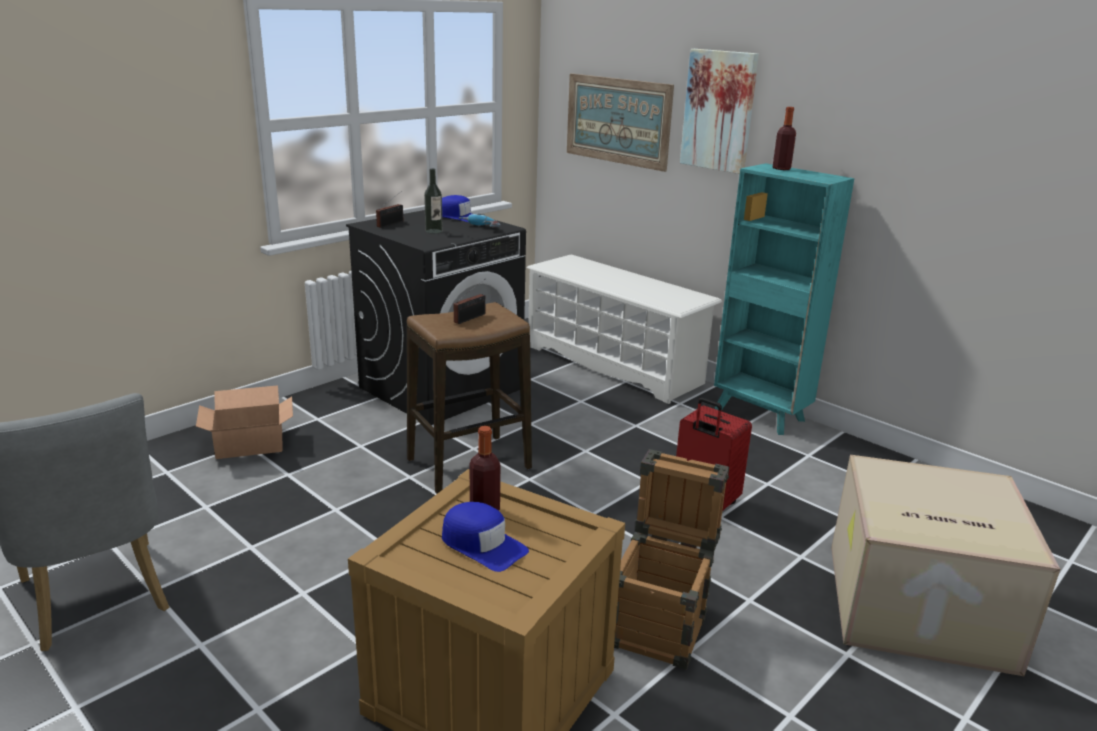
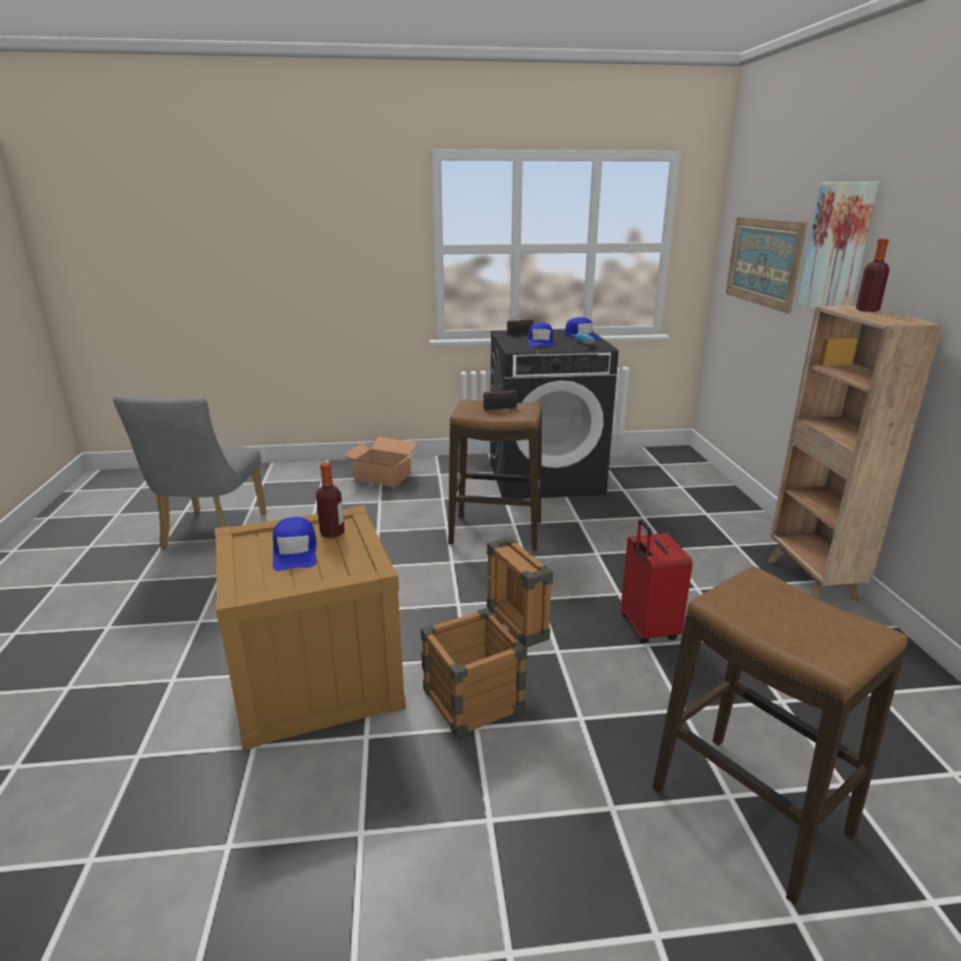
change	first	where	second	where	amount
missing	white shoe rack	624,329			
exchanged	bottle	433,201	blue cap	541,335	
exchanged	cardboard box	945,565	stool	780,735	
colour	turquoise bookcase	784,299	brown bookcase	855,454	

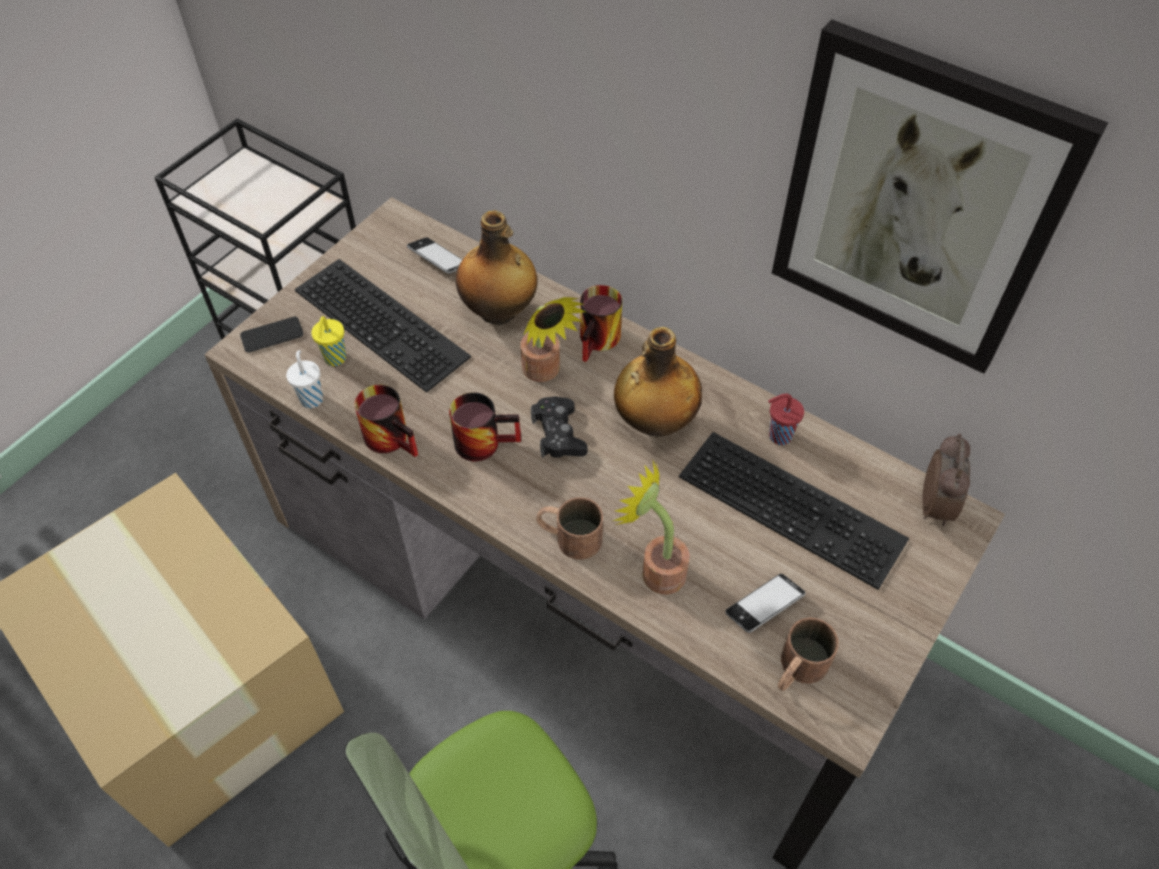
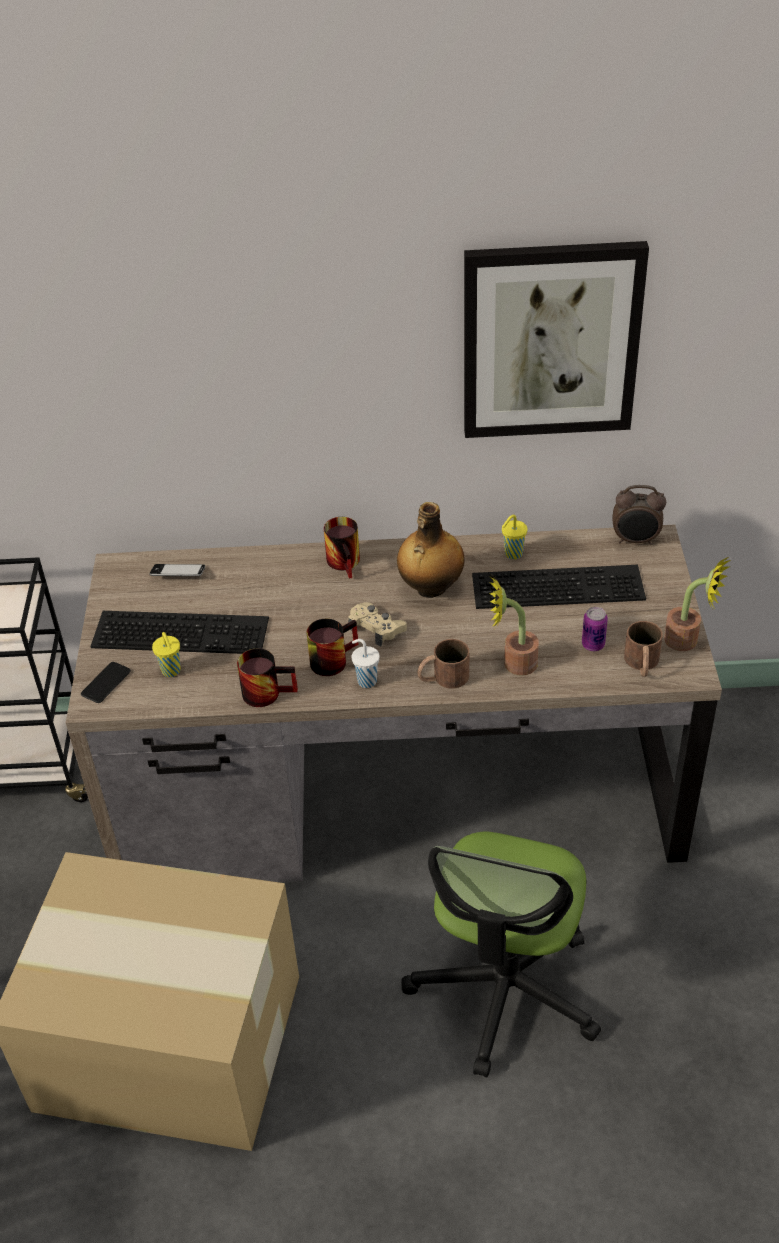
change	first	where	second	where	amount
missing	bottle	496,267			
relocated	white cup	304,379		365,663	
relocated	potted plant	553,339		697,604	
exchanged	phone	765,603	can	595,629	
colour	black game controller	559,427	beige game controller	377,624	
colour	red cup	786,419	yellow cup	515,537	
spun	alarm clock	946,480		639,515	120 degrees clockwise

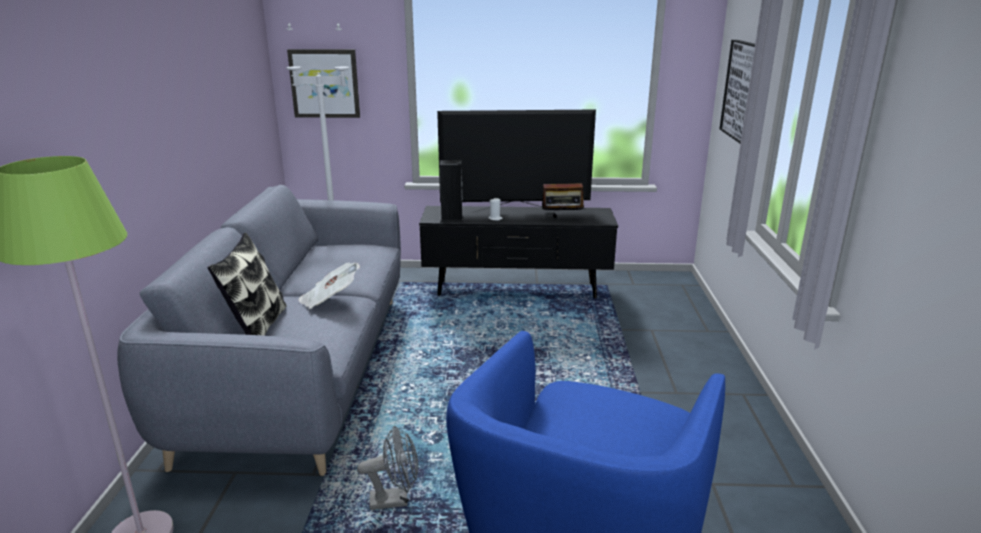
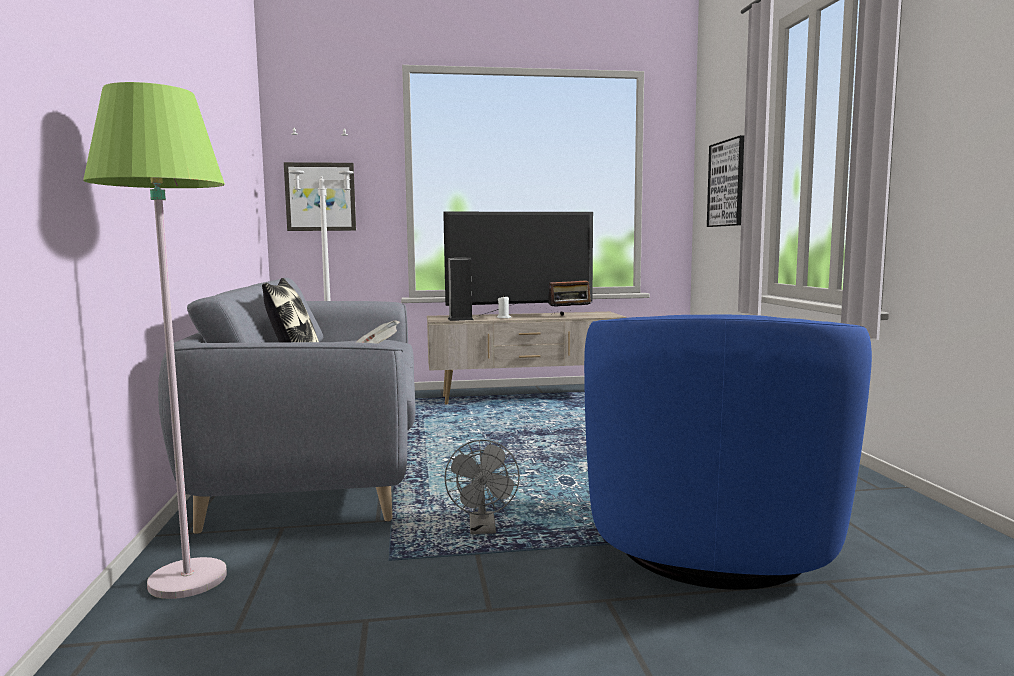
change	first	where	second	where	amount
colour	black tv stand	518,252	beige tv stand	527,358	
spun	grey fan	387,468		482,486	105 degrees clockwise

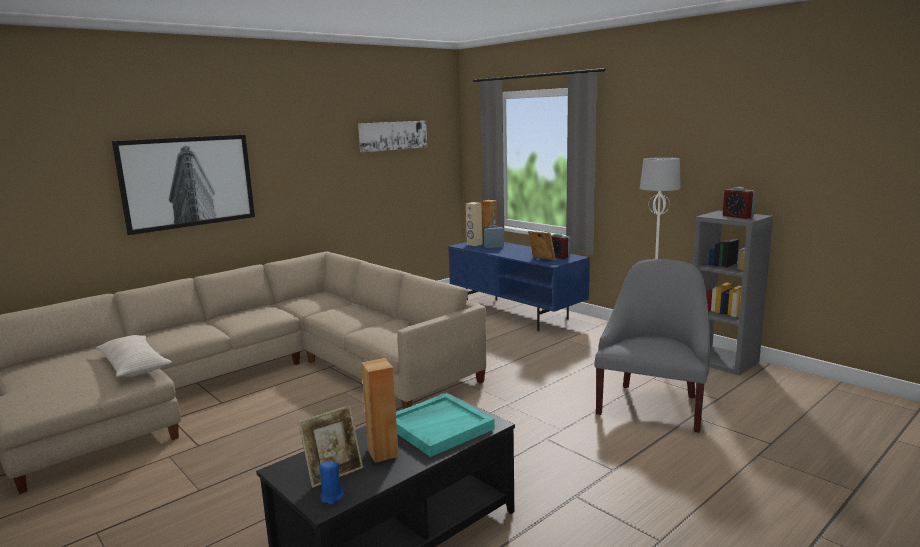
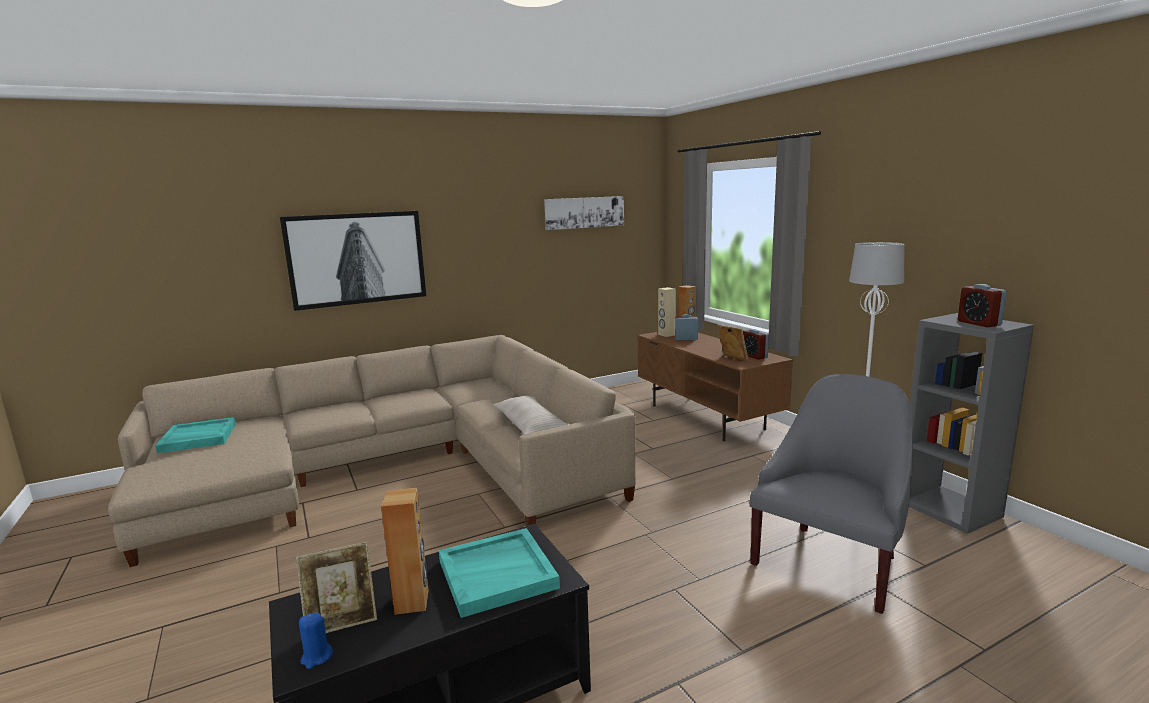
change	first	where	second	where	amount
appeared			turquoise tray	195,435	
relocated	beige pillow	134,356		531,415	
colour	blue tv stand	519,285	brown tv stand	715,386	

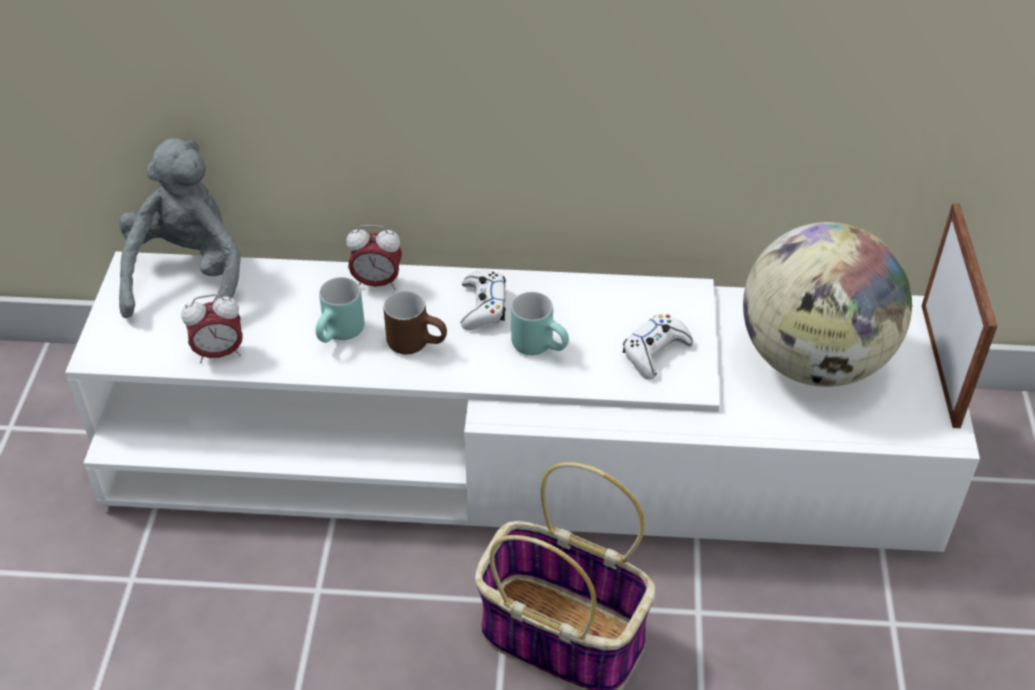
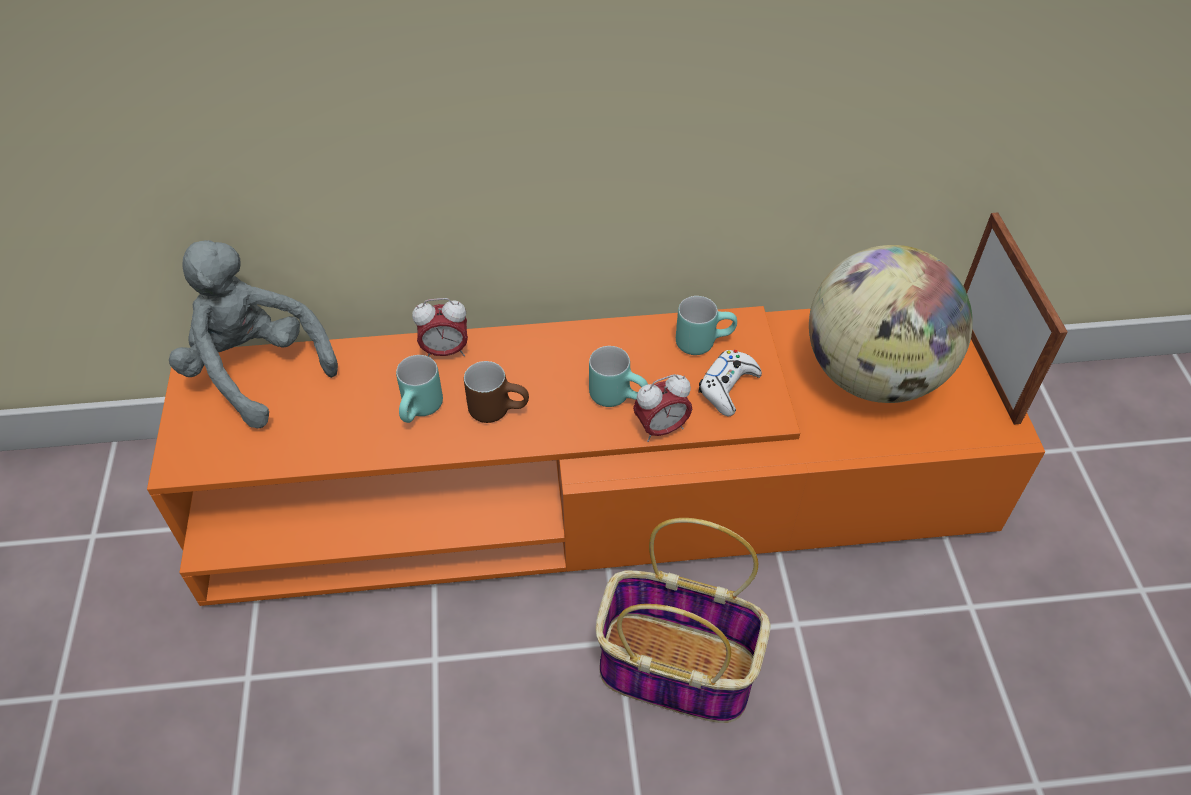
change	first	where	second	where	amount
missing	white game controller	483,300			
appeared			turquoise mug	706,325	
relocated	alarm clock	212,328		662,408	
colour	white tv stand	522,401	orange tv stand	596,456	
spun	grey plush toy	180,228		253,334	45 degrees counterclockwise

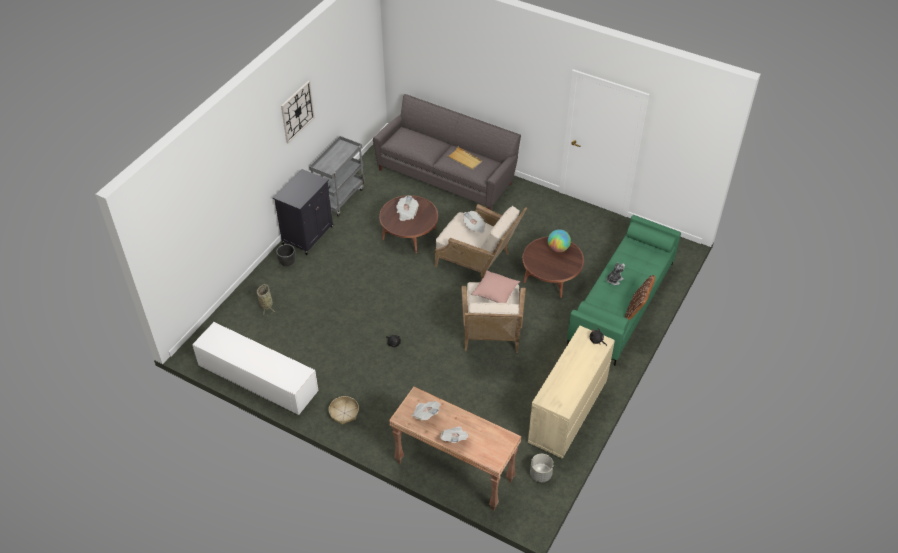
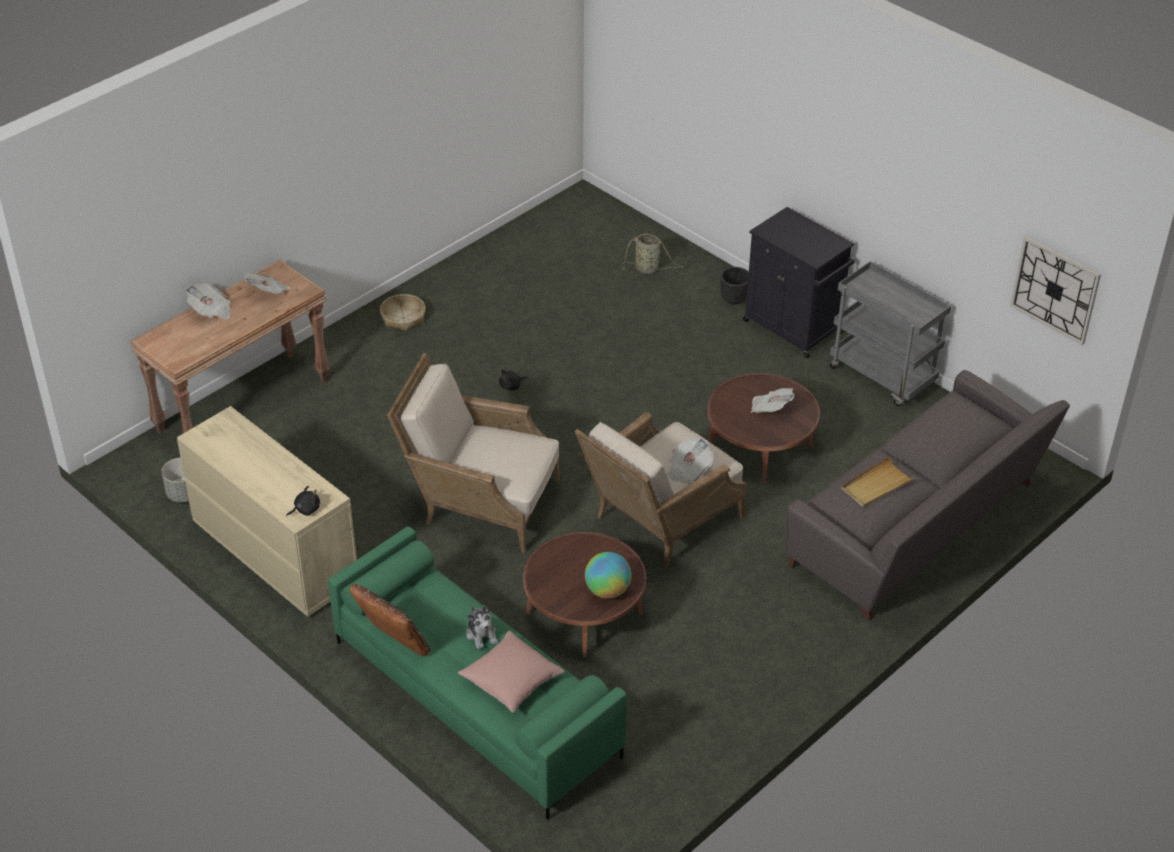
change	first	where	second	where	amount
missing	white tv stand	255,368			
relocated	wall clock	298,111		1055,290	
relocated	pink pillow	495,287		511,671	

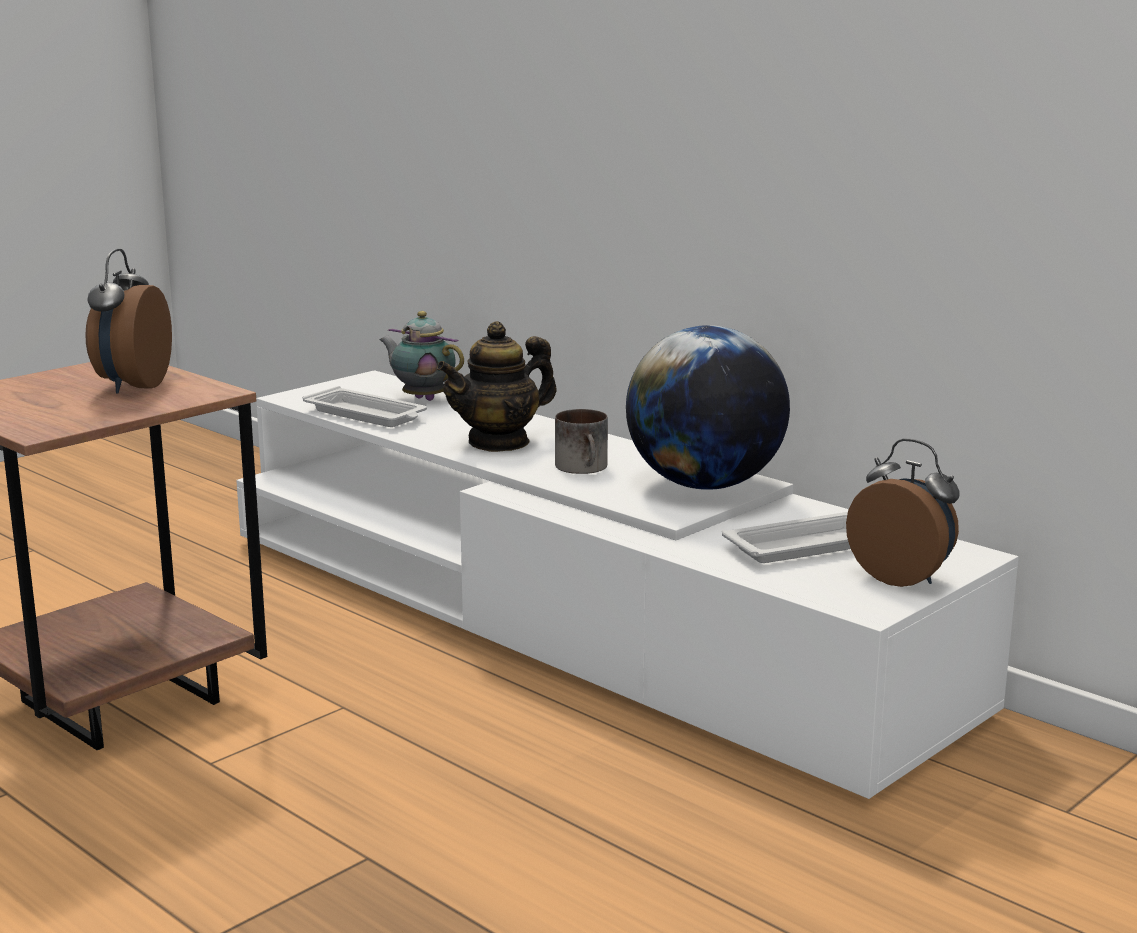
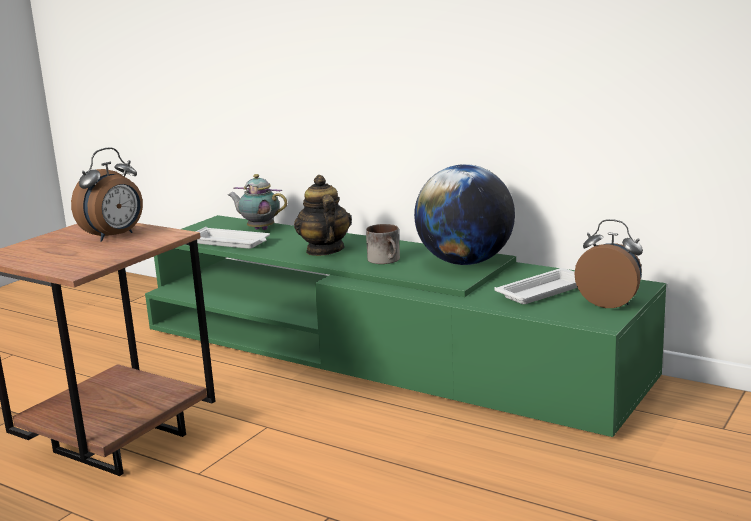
change	first	where	second	where	amount
colour	white tv stand	627,584	green tv stand	405,326	
spun	alarm clock	128,321		107,195	135 degrees counterclockwise
spun	teapot	497,386		323,215	120 degrees clockwise

